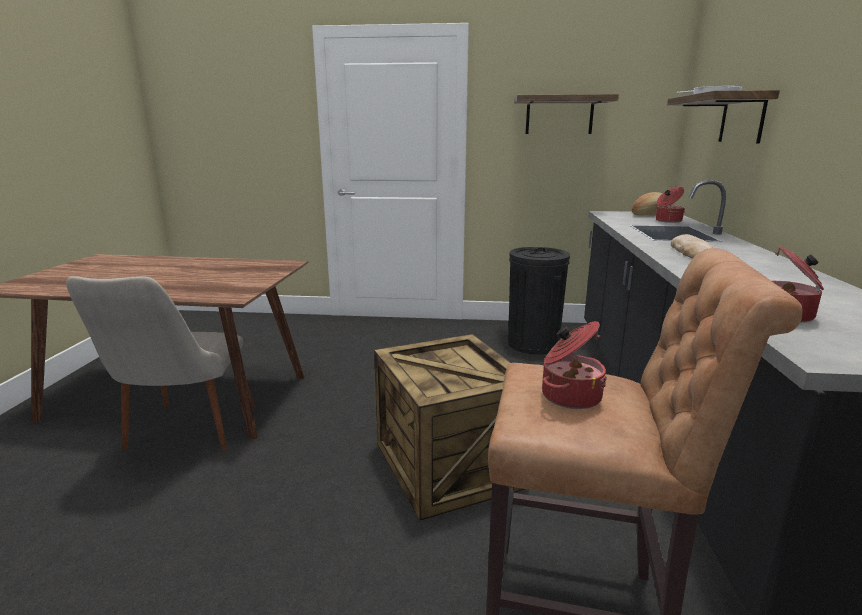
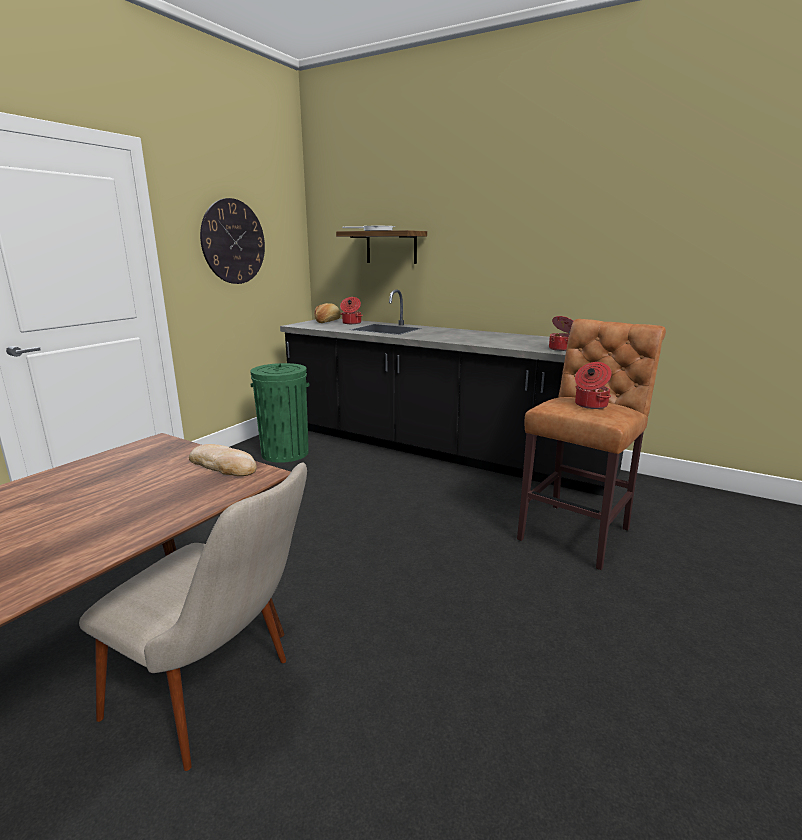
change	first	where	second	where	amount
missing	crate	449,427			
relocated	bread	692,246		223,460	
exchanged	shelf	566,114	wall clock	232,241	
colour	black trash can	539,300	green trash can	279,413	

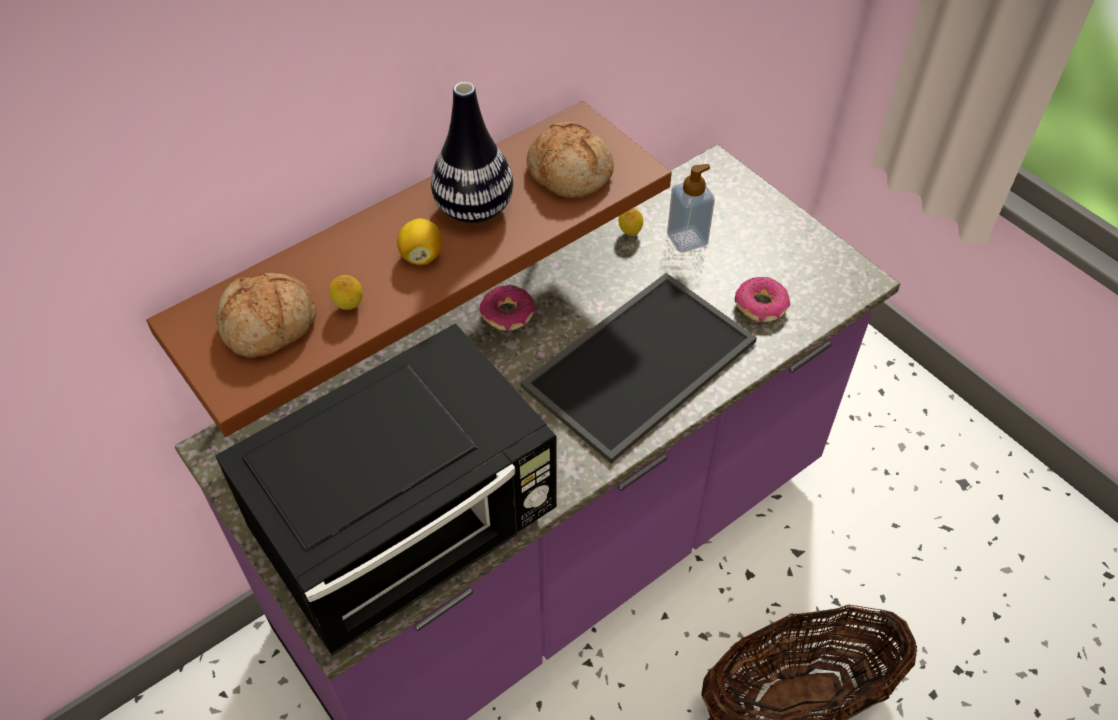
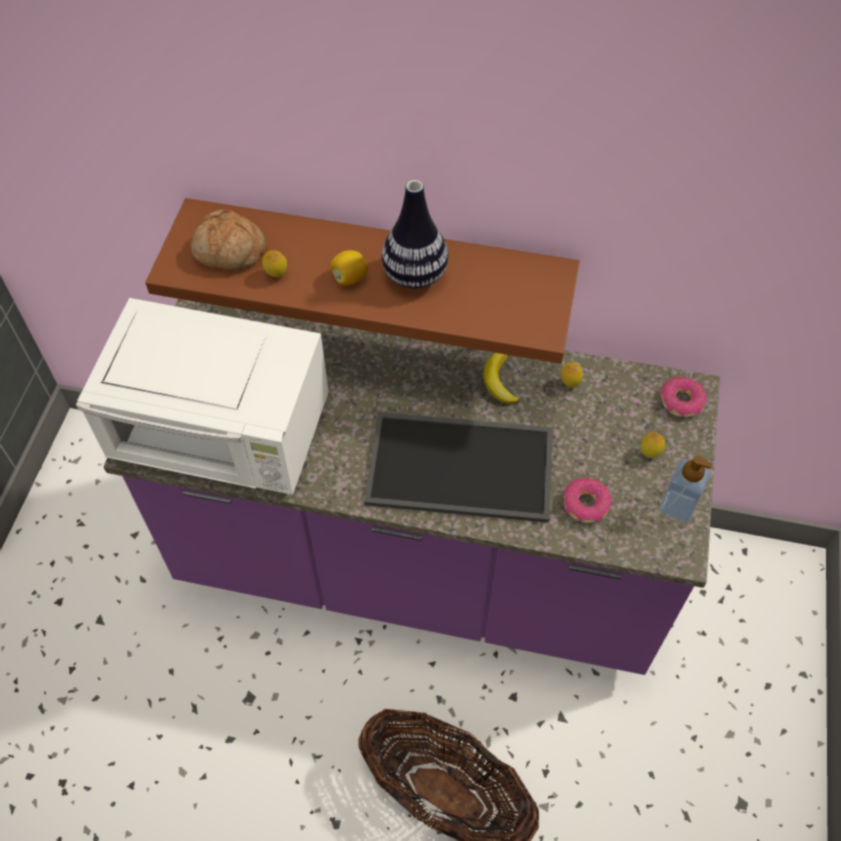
change	first	where	second	where	amount
missing	bread	570,160			
appeared			banana	501,378	
appeared			lemon	653,445	
relocated	donut	507,308		683,397	
relocated	soap dispenser	691,208		685,489	
colour	black microwave	386,489	white microwave	202,396	

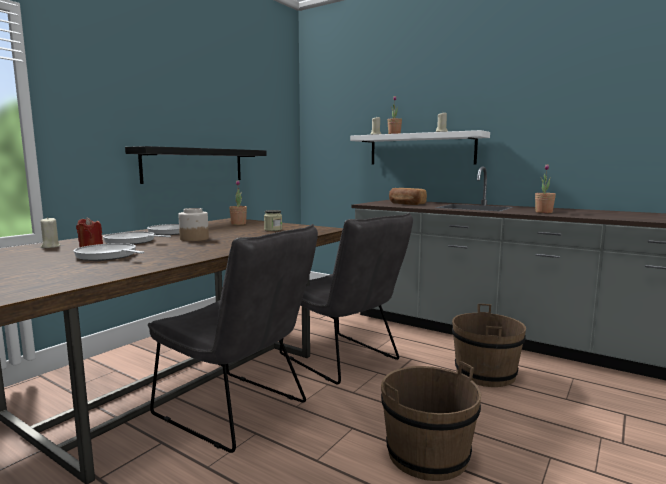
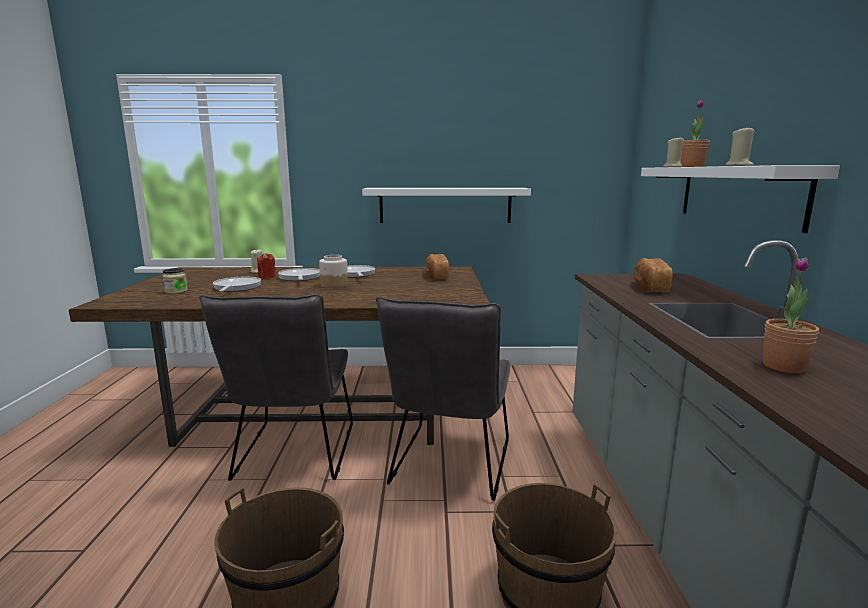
change	first	where	second	where	amount
relocated	jar	273,220		175,281	
exchanged	potted plant	238,202	bread	437,266	
colour	black shelf	196,165	white shelf	446,205	

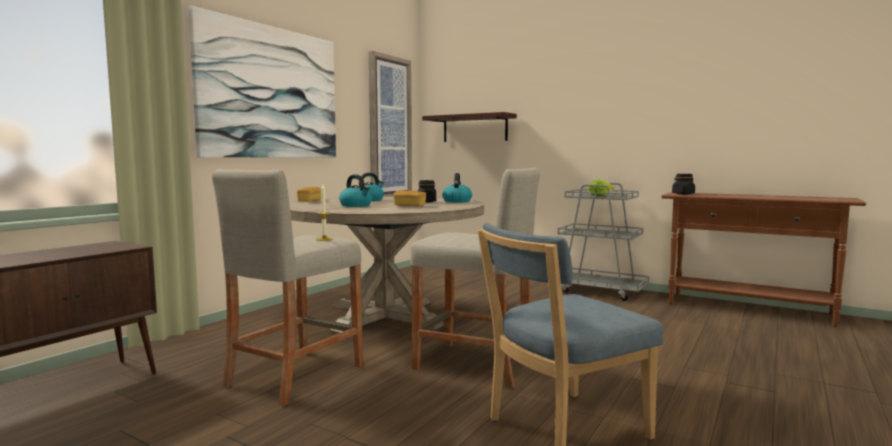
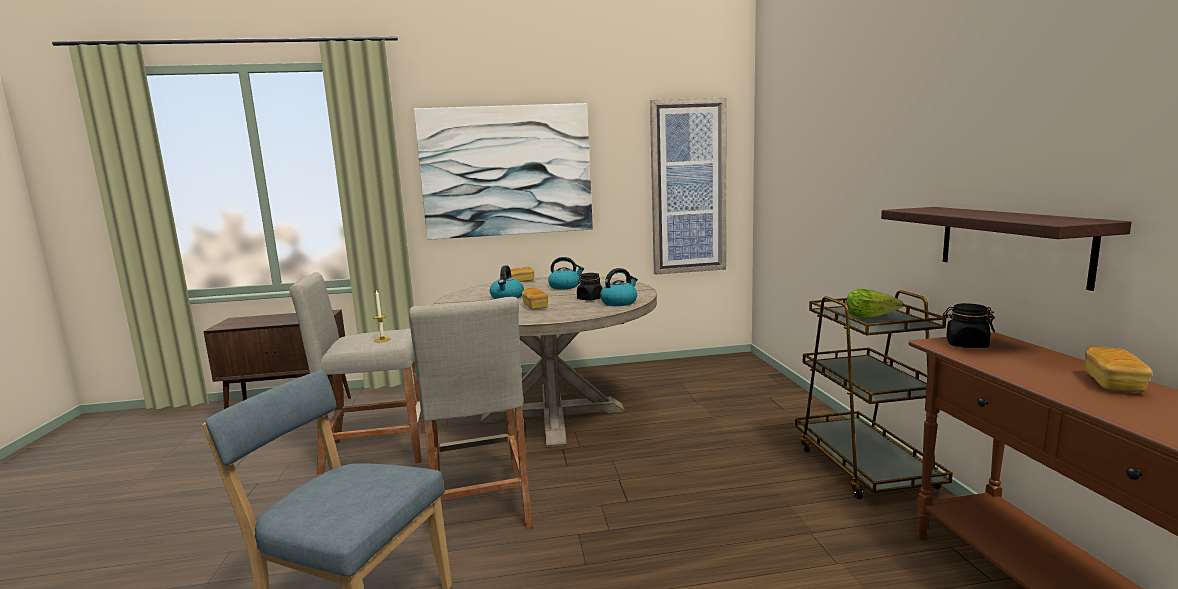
change	first	where	second	where	amount
appeared			bread	1118,370	
relocated	shelf	469,127		1006,249	
colour	grey cart	603,242	brown cart	874,394	

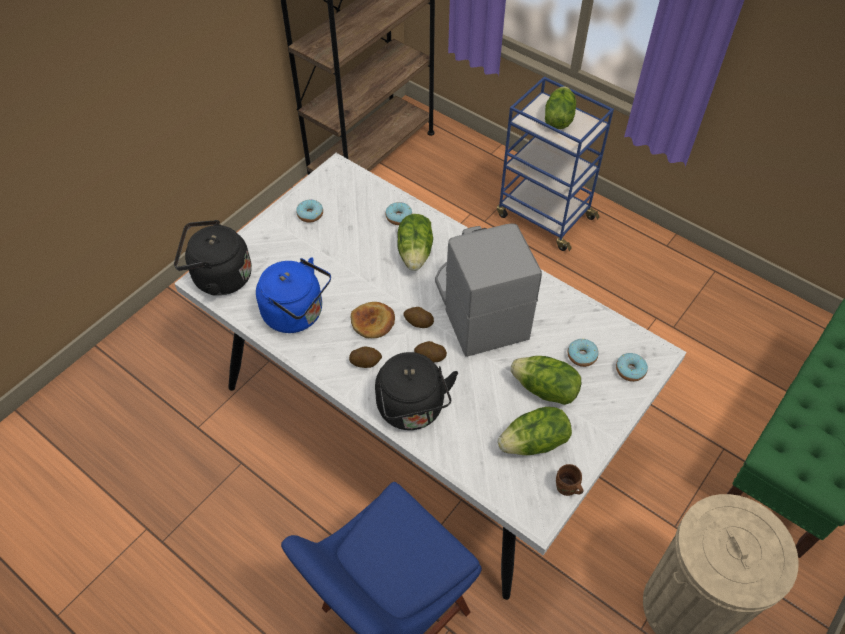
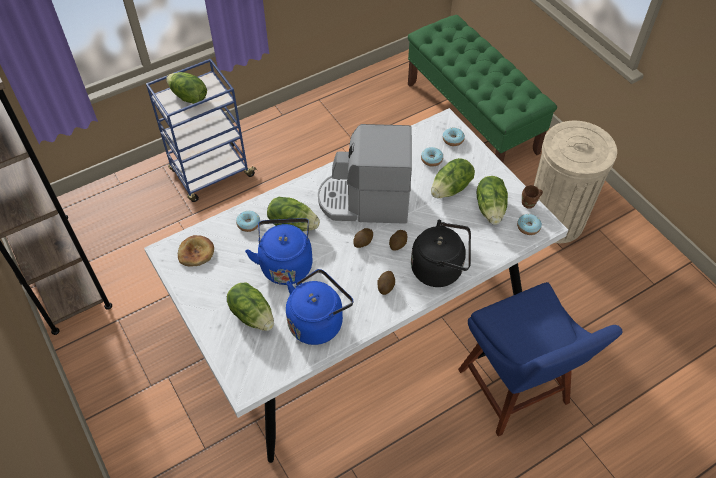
change	first	where	second	where	amount
missing	black kettle	213,258			
appeared			lettuce	250,307	
appeared			blue kettle	279,251	
relocated	donut	309,211		529,224	
relocated	bread	373,320		196,251	

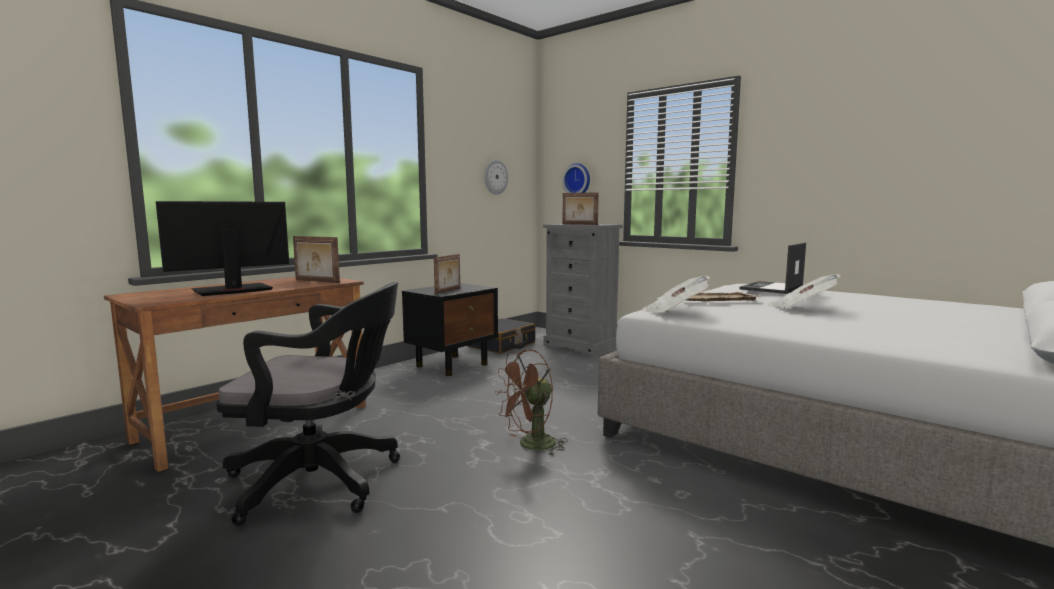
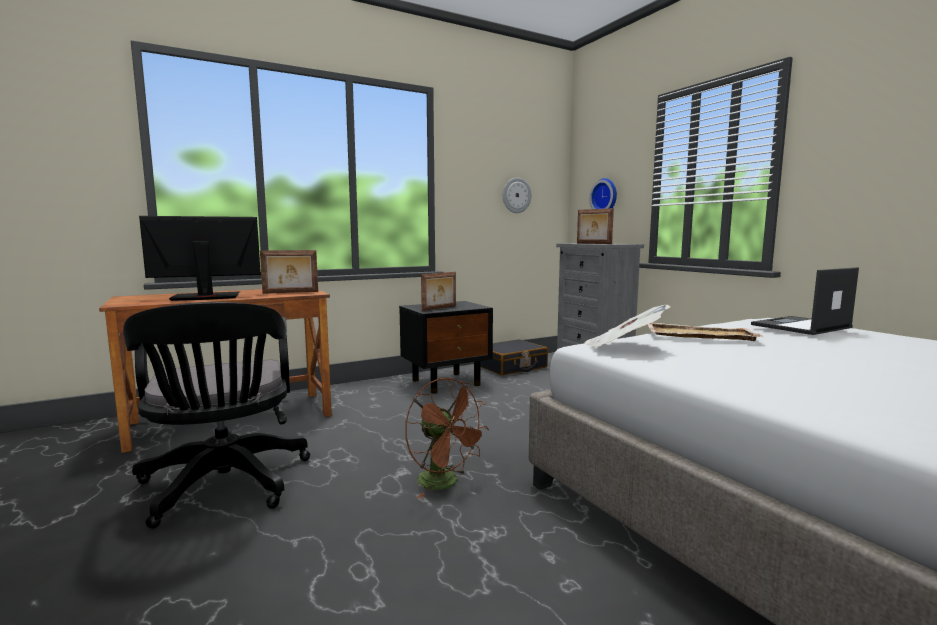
change	first	where	second	where	amount
missing	newspaper	805,291			
spun	black office chair	308,404		216,415	45 degrees clockwise
spun	picture frame	316,259		289,272	60 degrees counterclockwise
spun	brown fan	531,402		447,438	120 degrees counterclockwise

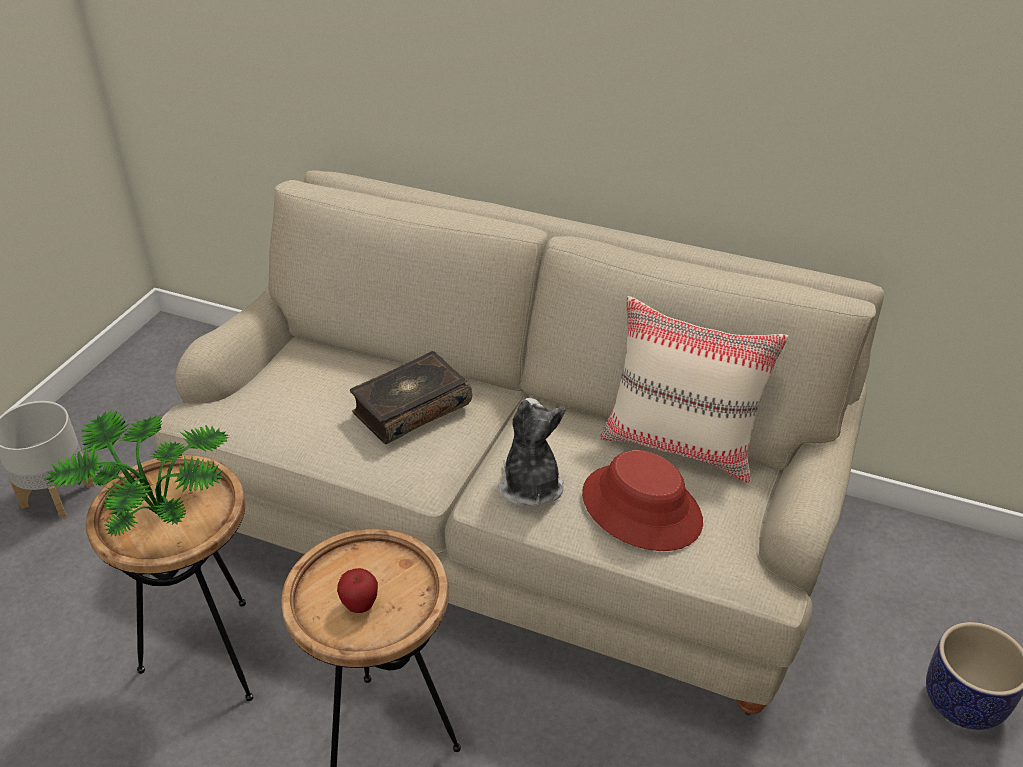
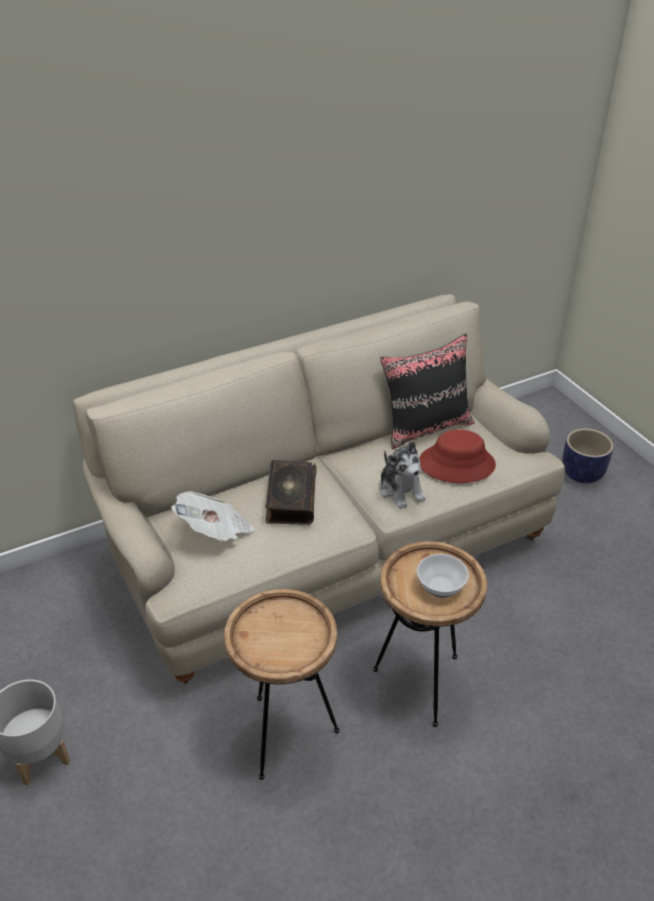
change	first	where	second	where	amount
missing	potted plant	137,473			
appeared			newspaper	213,516	
exchanged	apple	357,590	bowl	443,576	
colour	beige pillow	694,389	black pillow	427,391	
spun	plush toy	531,452		402,475	150 degrees counterclockwise

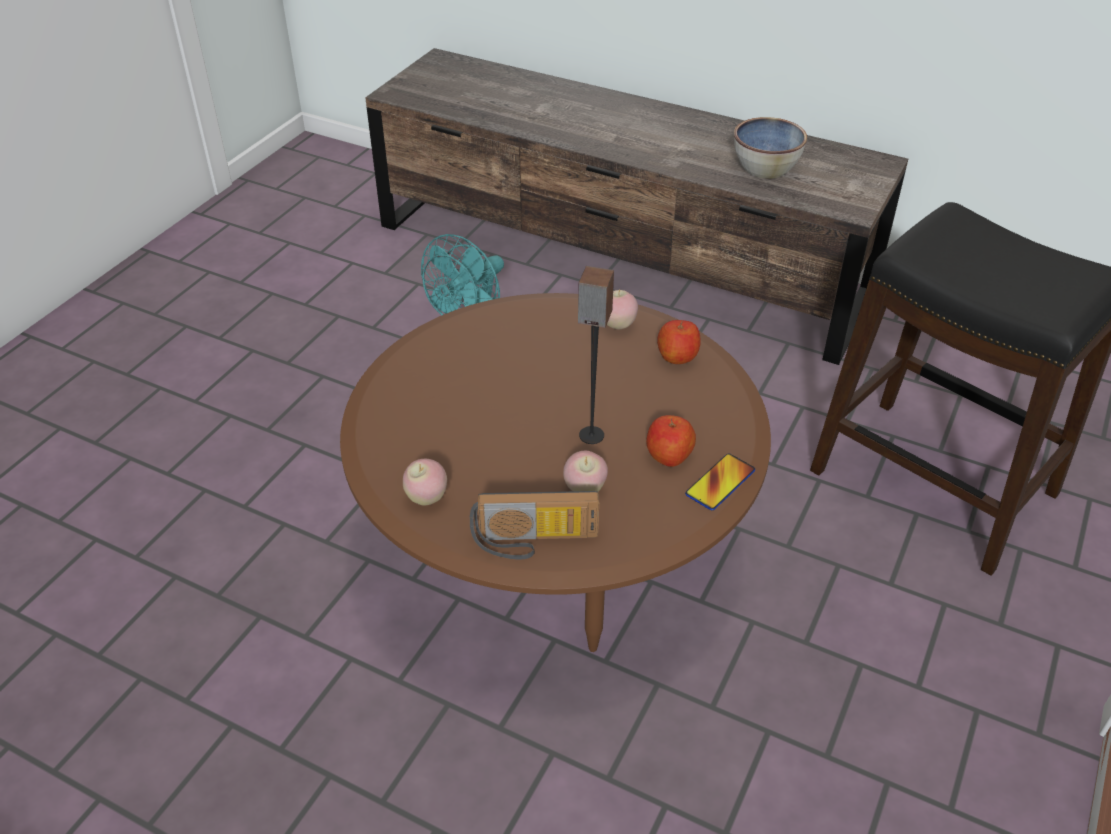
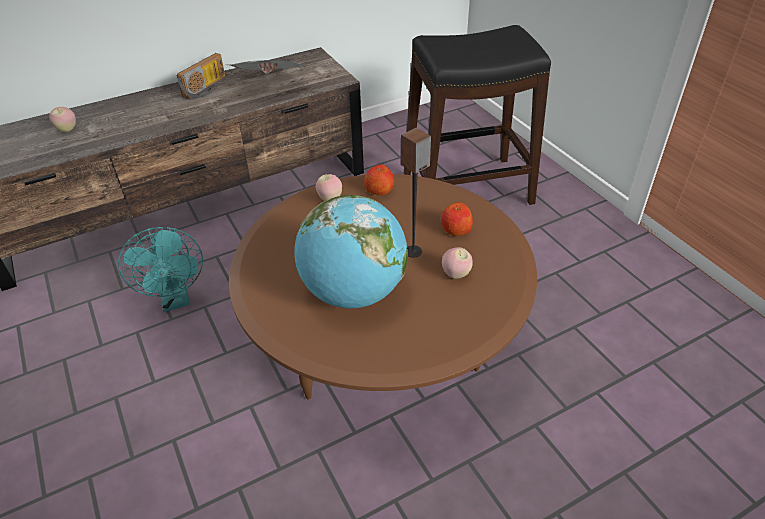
change	first	where	second	where	amount
missing	phone	720,481			
appeared			globe	351,252	
relocated	apple	425,482		62,119	
relocated	radio	534,525		201,76	
exchanged	bowl	770,148	newspaper	265,67	

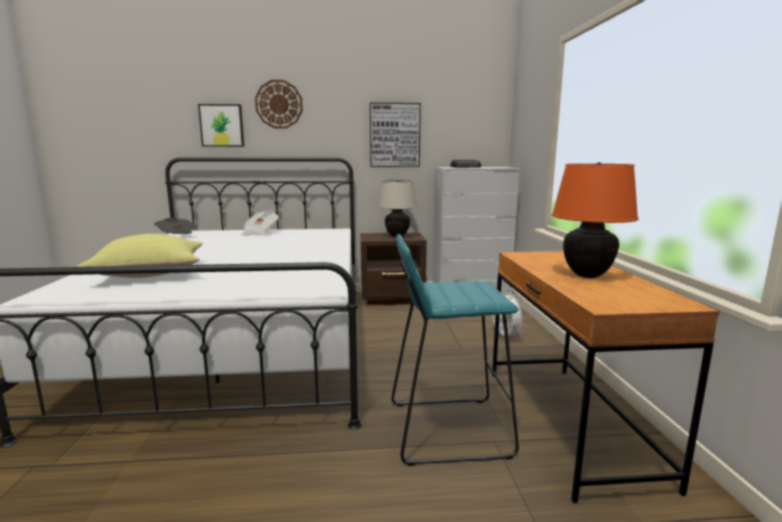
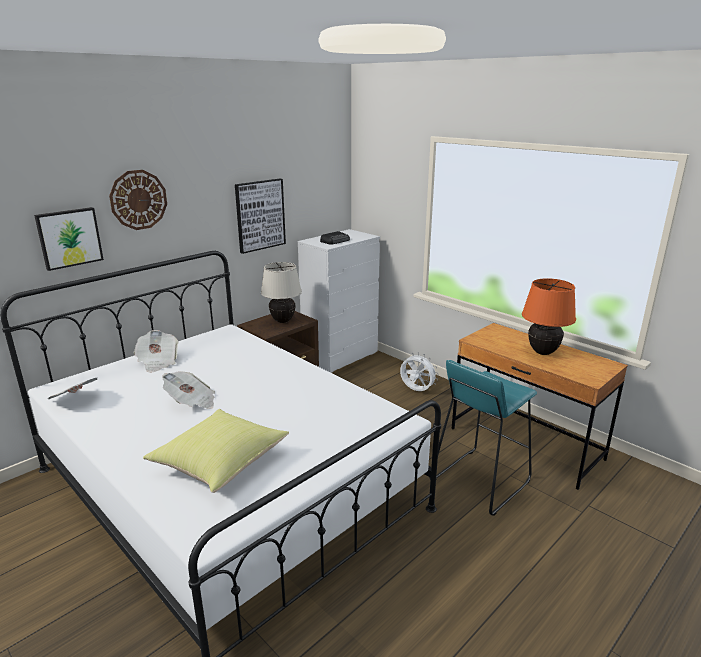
change	first	where	second	where	amount
appeared			newspaper	188,390	

